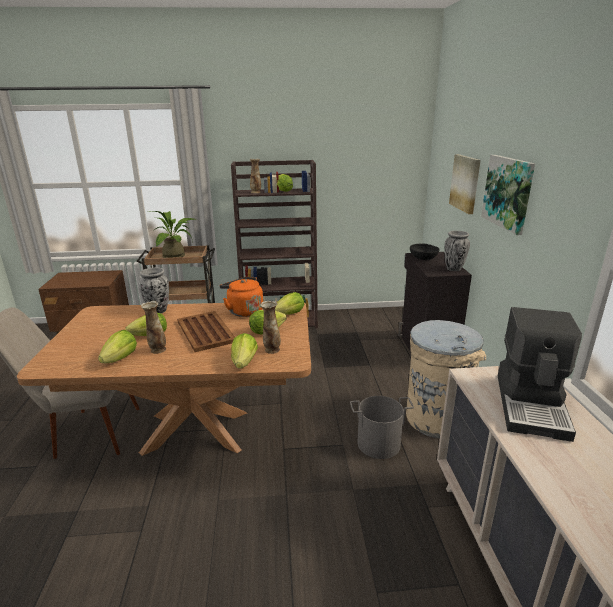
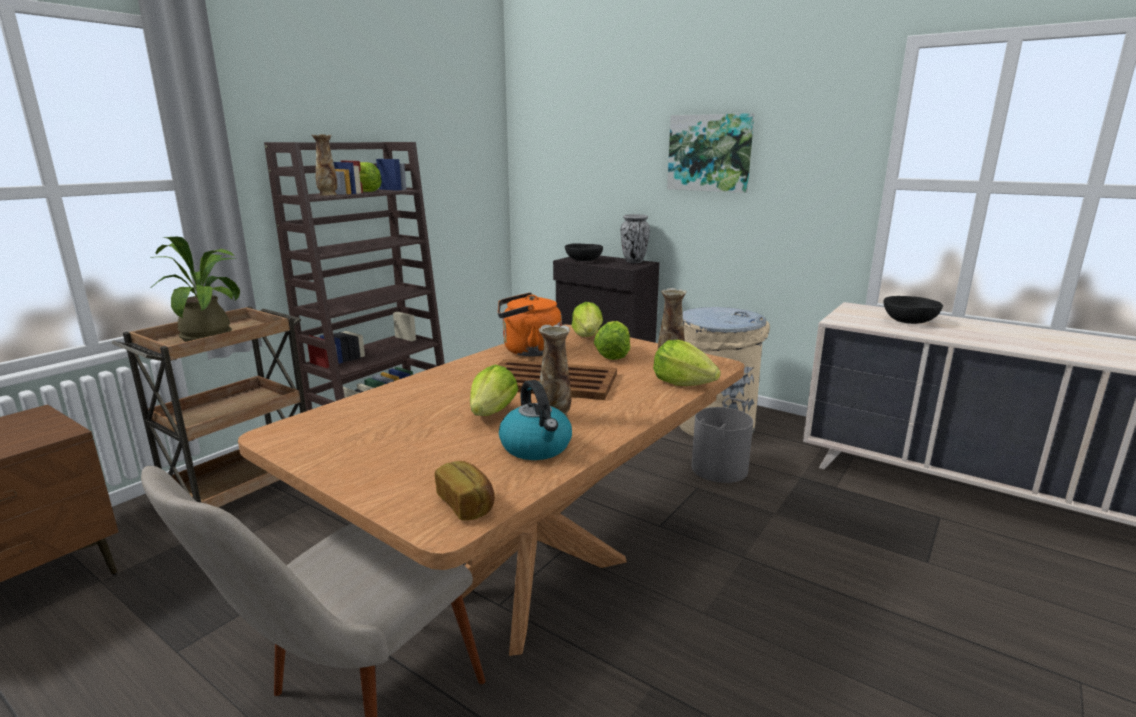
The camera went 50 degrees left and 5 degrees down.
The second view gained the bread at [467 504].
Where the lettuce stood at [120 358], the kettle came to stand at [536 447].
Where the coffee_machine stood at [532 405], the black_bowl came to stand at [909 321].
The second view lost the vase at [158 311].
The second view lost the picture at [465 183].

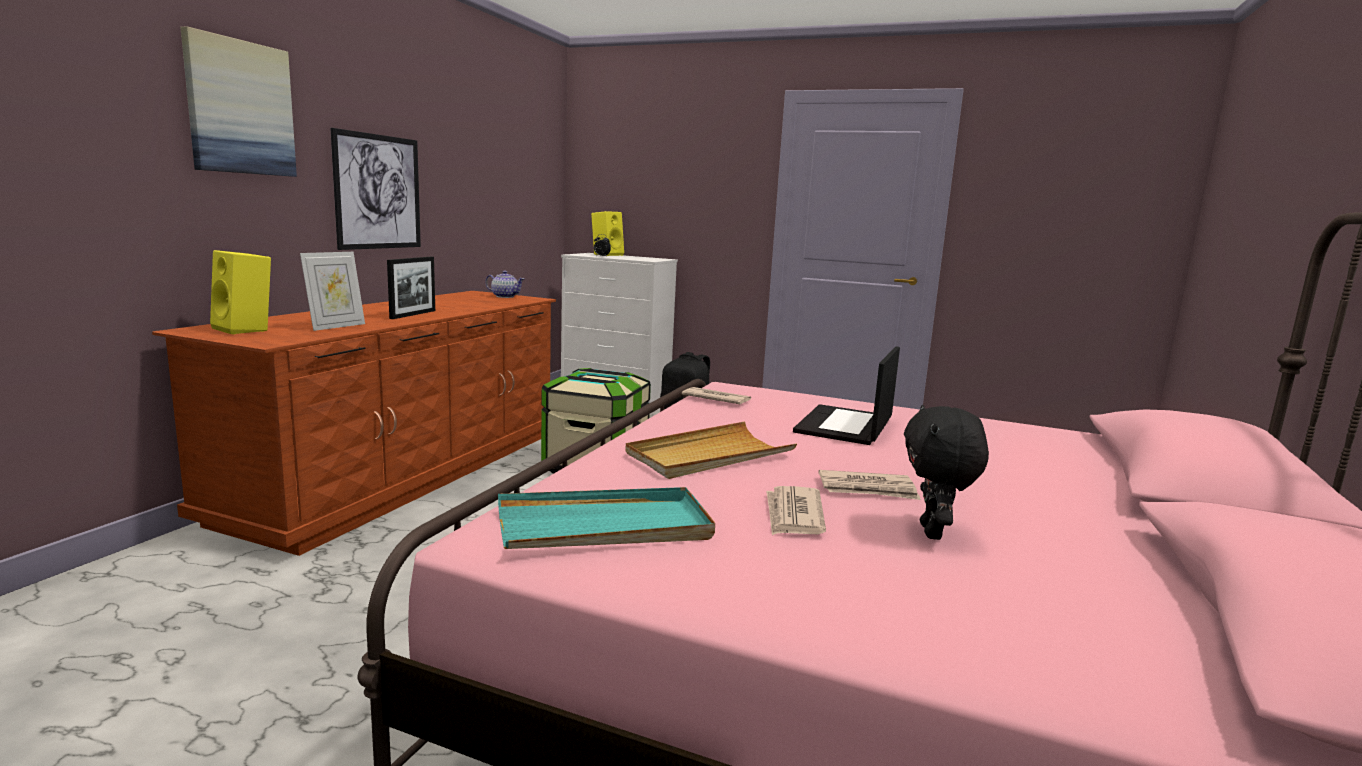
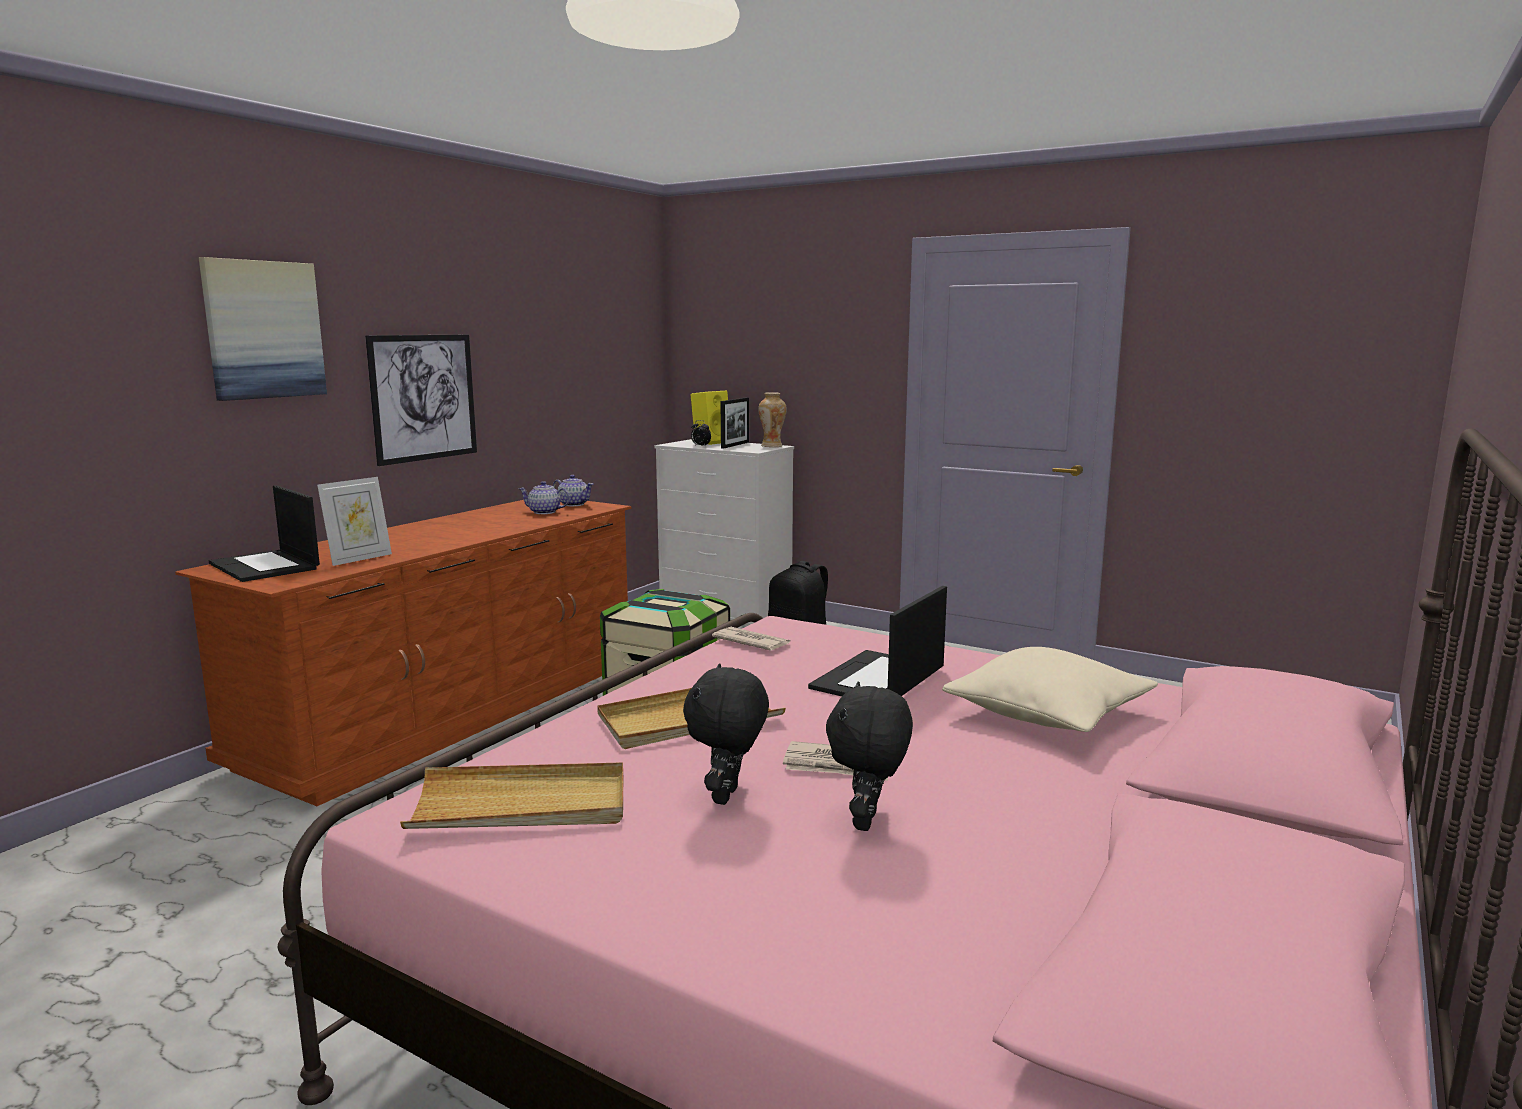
The camera went 10 degrees right and 0 degrees up.
Where the yellow_speaker stood at [246 329], the laptop came to stand at [266 566].
What was the turquoise_tray at [605 527] turned into the beige_tray at [521 805].
The second view gained the teapot at [545 512].
Where the newspaper stood at [793 515], the black_plush_toy came to stand at [728 797].
The picture_frame ended up elsewhere, having gone from [413 314] to [735 445].
The second view gained the vase at [772 446].
The second view gained the beige_pillow at [1048 714].

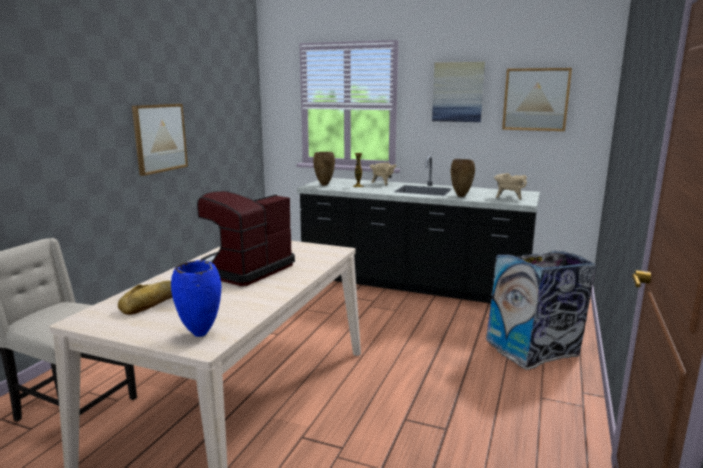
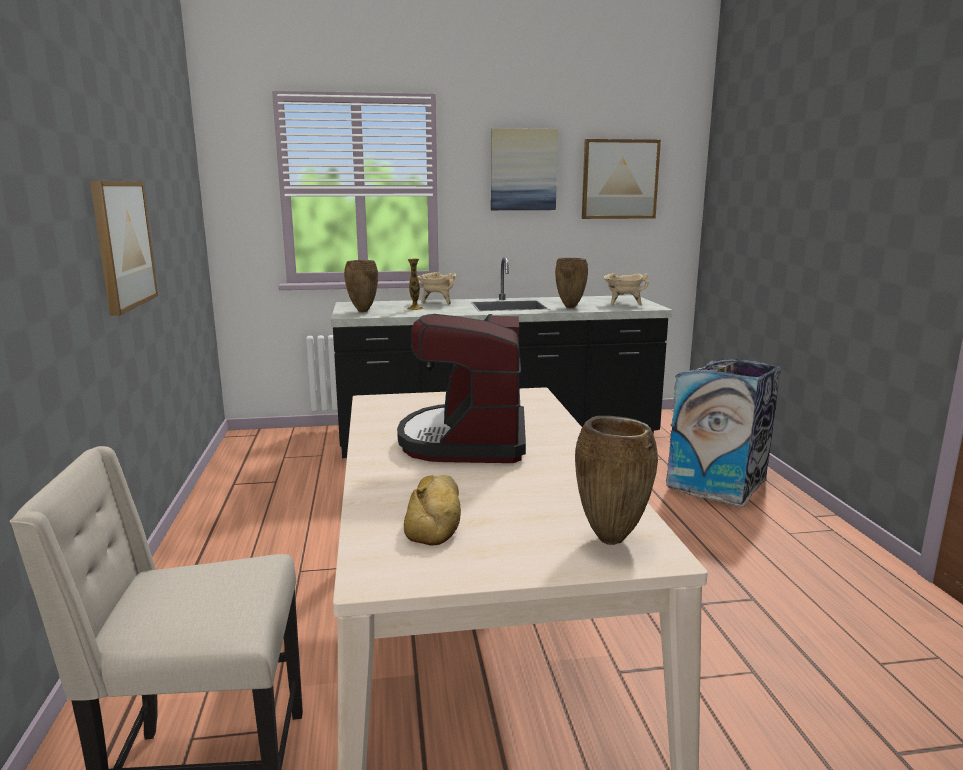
The camera went 30 degrees left and 0 degrees up.
What was the blue_vase at [201 334] turned into the brown_vase at [612 540].

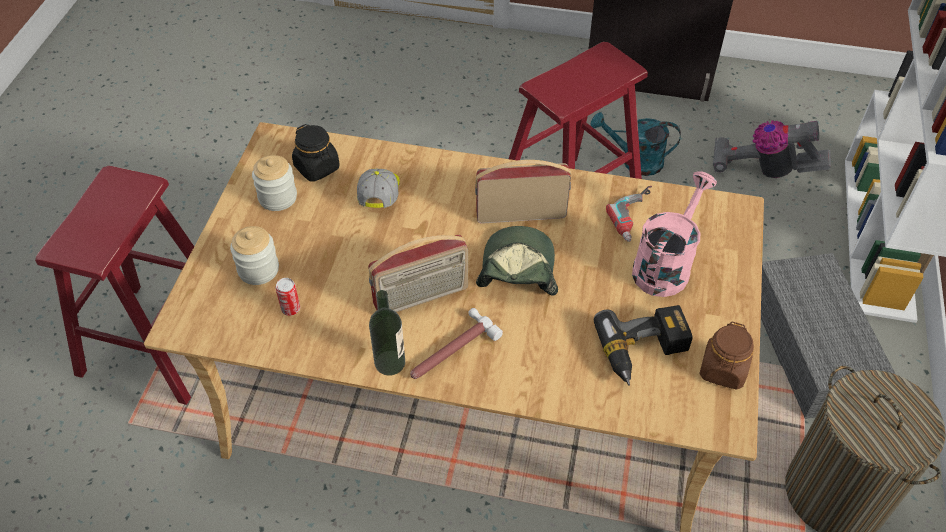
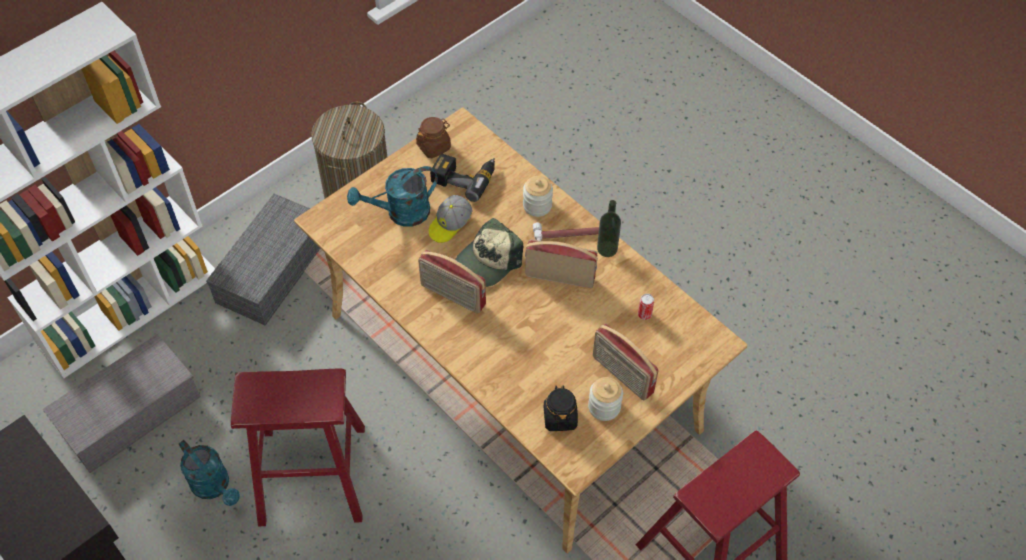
The camera went 145 degrees left and 5 degrees up.
Where the vacuum_cleaner stood at [764 169], the grey_storage_box came to stand at [130 411].
What was the pink_watering_can at [665 265] turned into the turquoise_watering_can at [401 213].
The cap ended up elsewhere, having gone from [380 195] to [450 225].
The jar ended up elsewhere, having gone from [258 269] to [537 205].
The second view gained the radio at [621 375].
The second view lost the power_drill at [637 217].

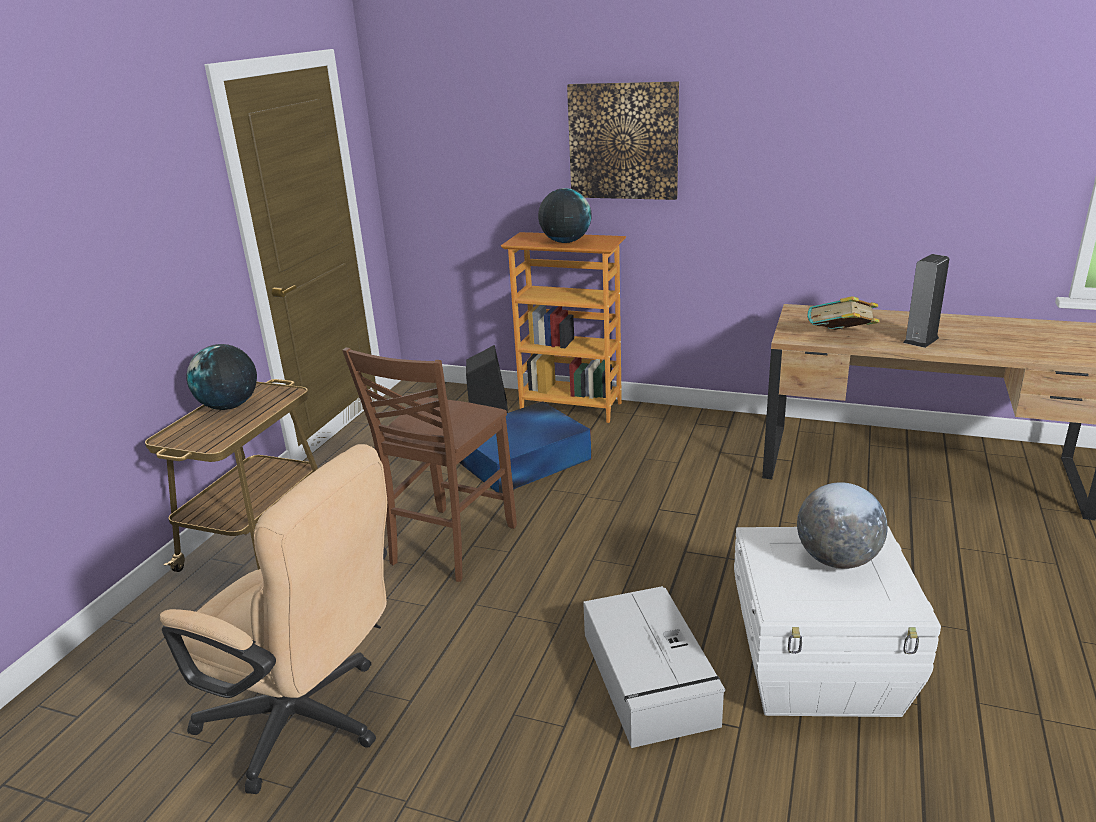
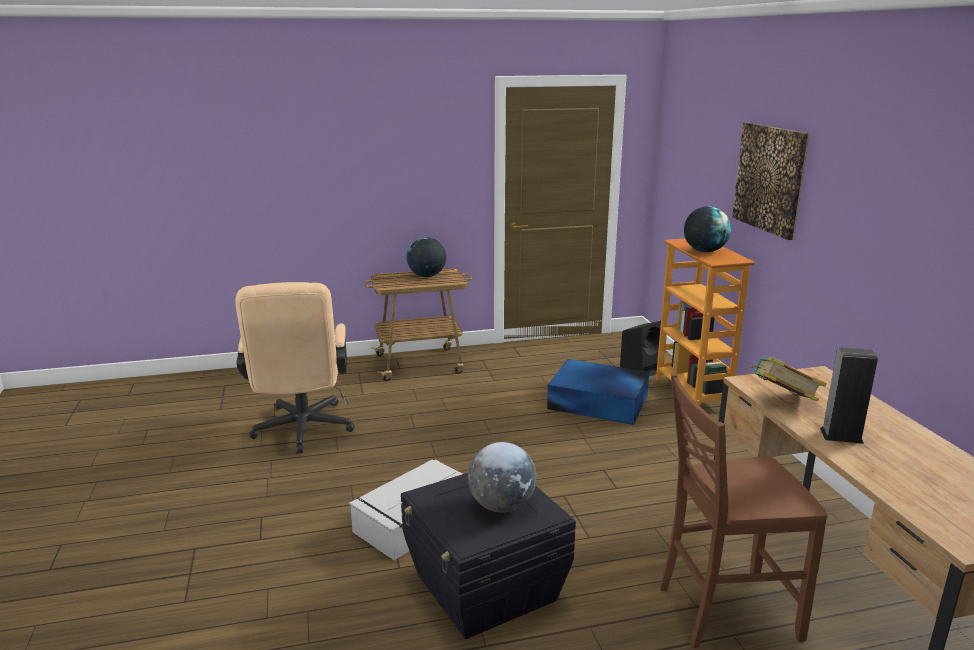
The camera went 55 degrees right and 5 degrees down.
What was the white_storage_box at [820 669] turned into the black_storage_box at [485 588].
The brown_chair ended up elsewhere, having gone from [450 545] to [724 610].

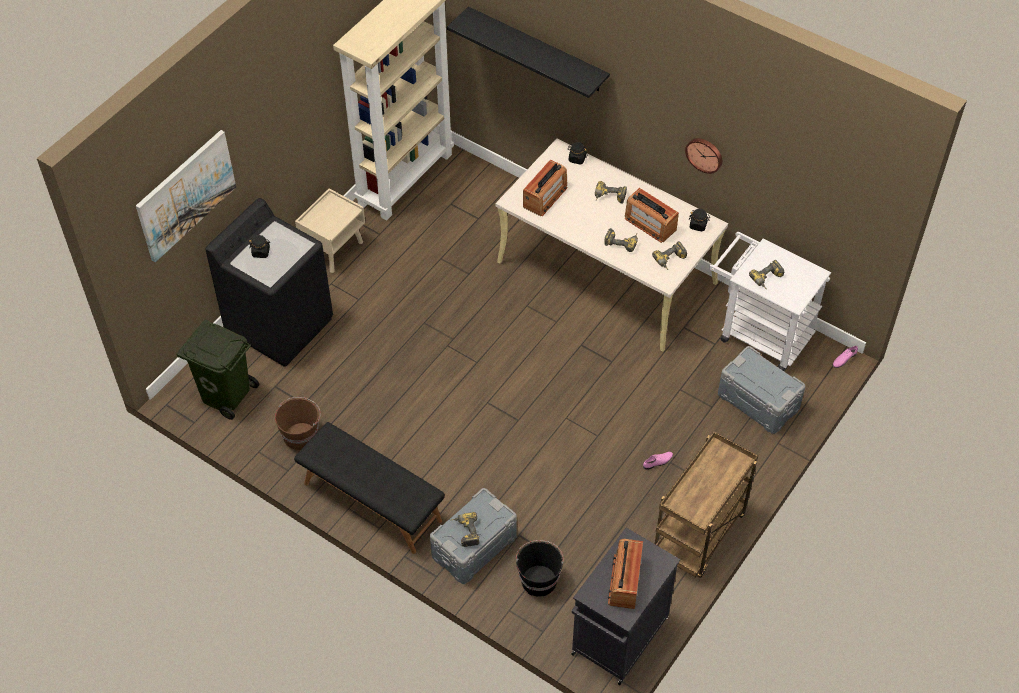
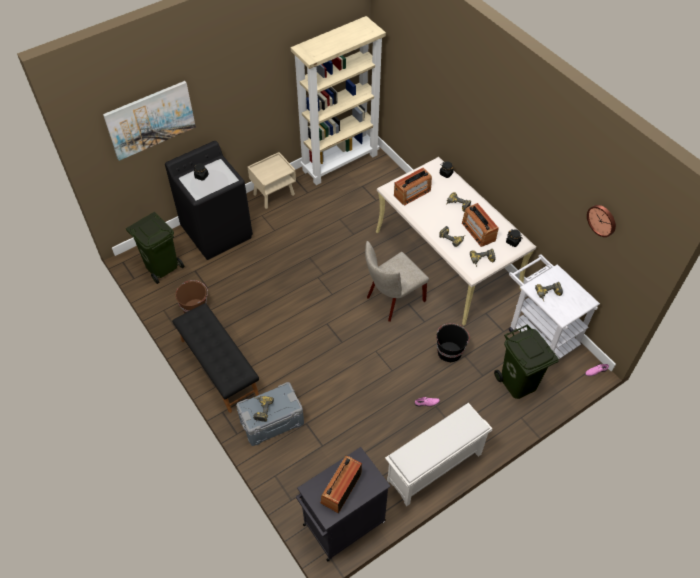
The camera went 20 degrees right and 0 degrees up.
The second view gained the beige_chair at [392 300].
Where the brown_cart stood at [699 536], the white_shoe_rack came to stand at [434 468].
The black_bucket ended up elsewhere, having gone from [538 580] to [449 351].
Where the grey_storage_box stood at [757 402], the green_trash_can came to stand at [518 383].
The wall_clock ended up elsewhere, having gone from [705 154] to [602 220].
The second view lost the black_shelf at [537 50].

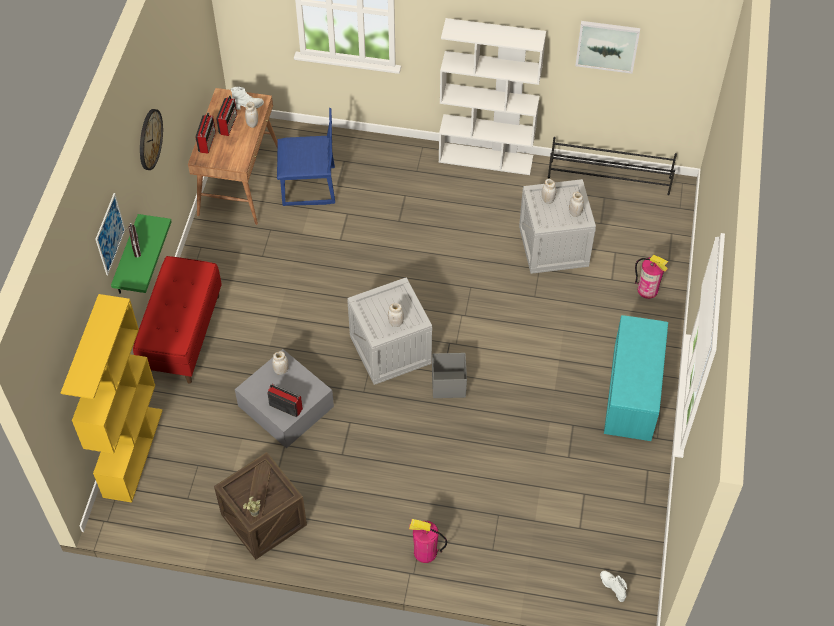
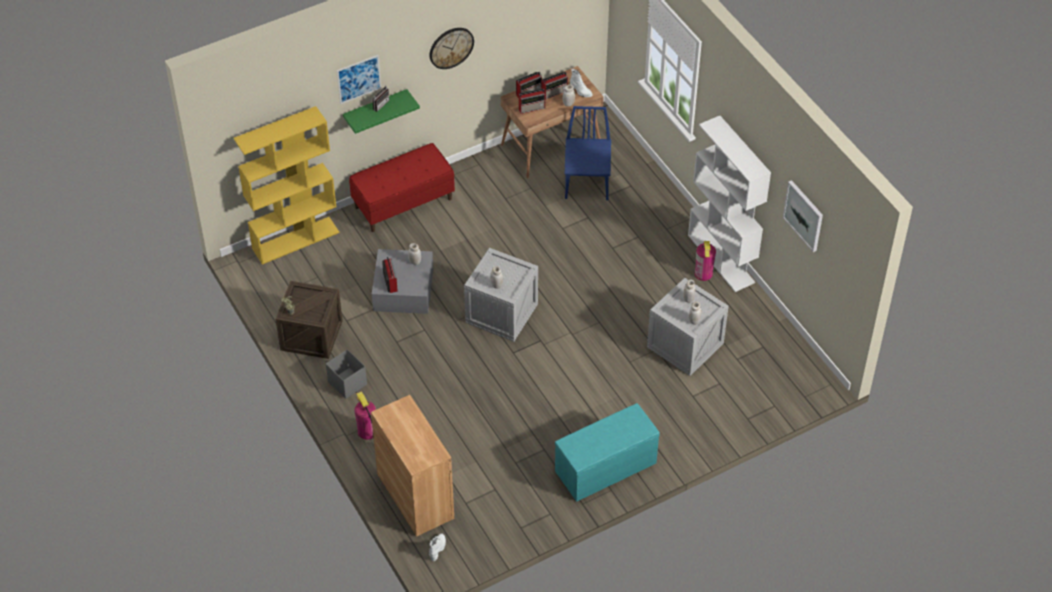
The camera went 50 degrees right and 5 degrees down.
The grey_storage_box ended up elsewhere, having gone from [448 384] to [347 383].
The second view gained the brown_cabinet at [415 496].
The second view gained the radio at [532 108].
The blue_chair at [308 187] ended up facing another way, 135 degrees counterclockwise from before.
The fire_extinguisher ended up elsewhere, having gone from [647 290] to [703 274].
The second view lost the black_shoe_rack at [610 178].

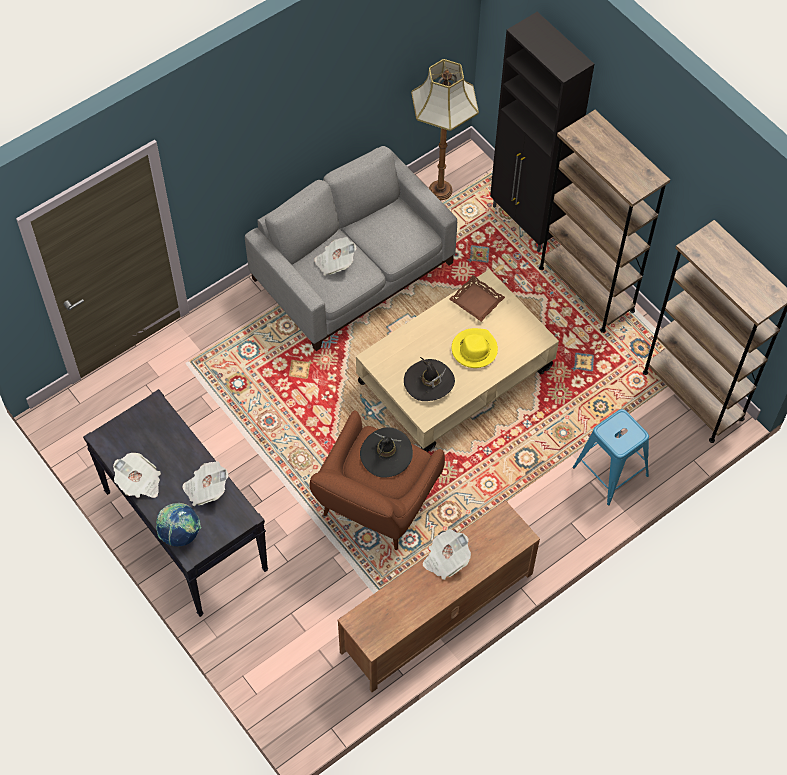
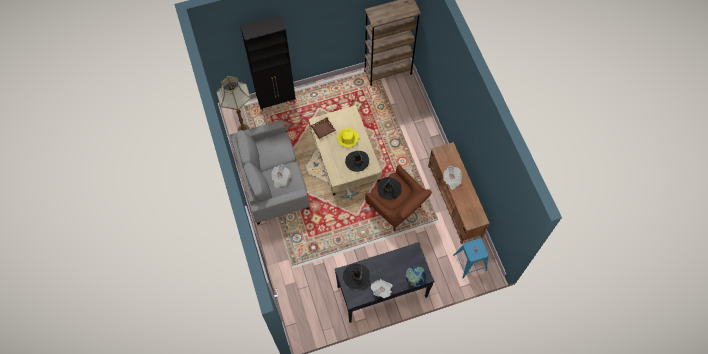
The camera went 70 degrees left and 5 degrees up.
The second view gained the black_hat at [356 276].
The blue_stool ended up elsewhere, having gone from [610 471] to [469 262].
The second view lost the newspaper at [206 489].
The second view lost the brown_bookcase at [586 289].

